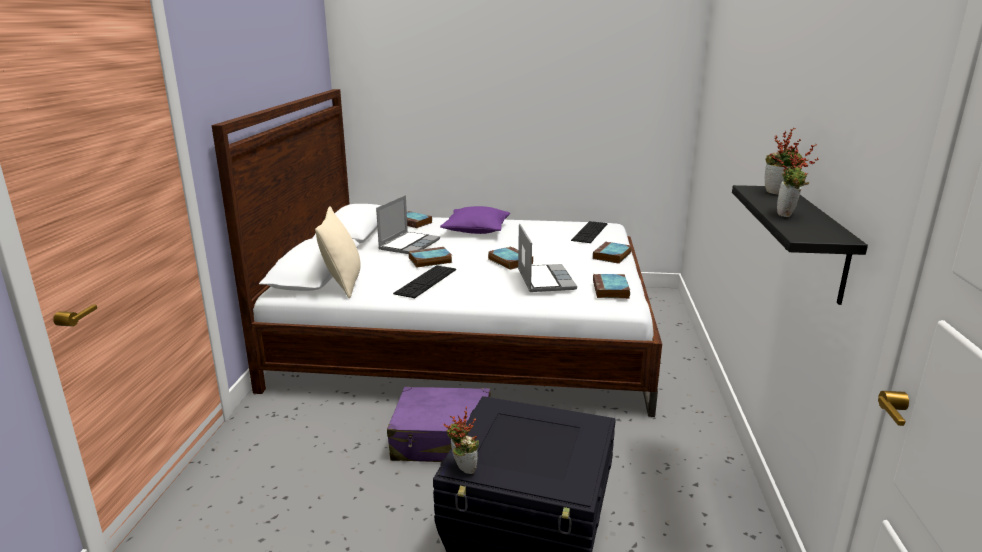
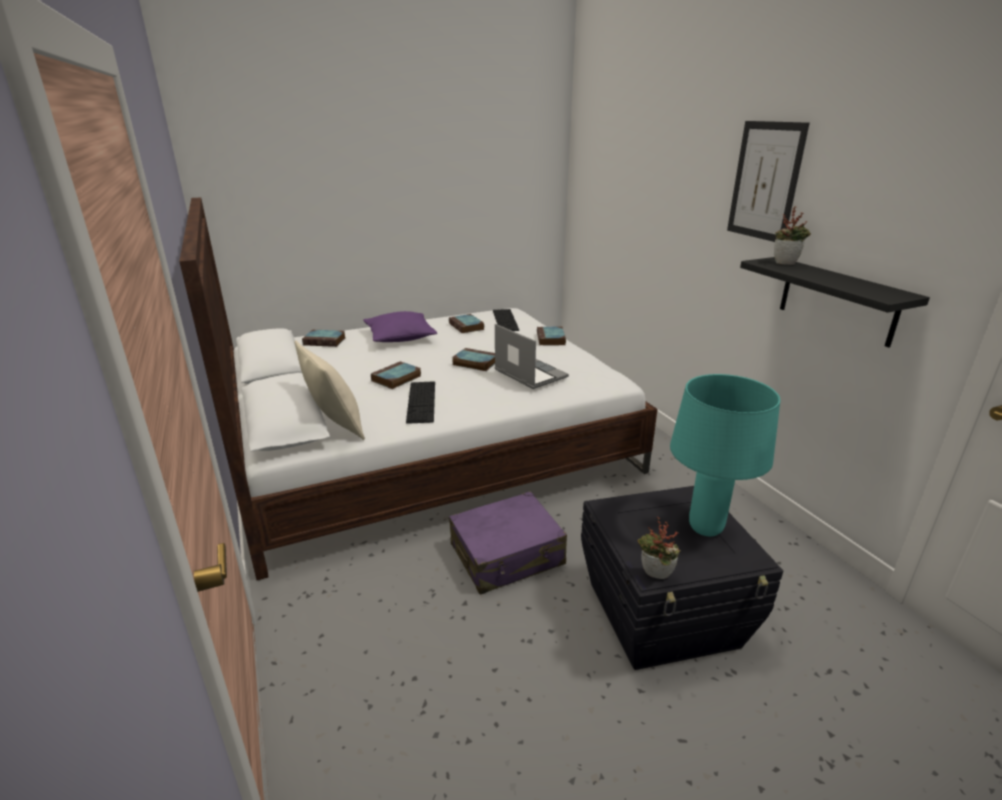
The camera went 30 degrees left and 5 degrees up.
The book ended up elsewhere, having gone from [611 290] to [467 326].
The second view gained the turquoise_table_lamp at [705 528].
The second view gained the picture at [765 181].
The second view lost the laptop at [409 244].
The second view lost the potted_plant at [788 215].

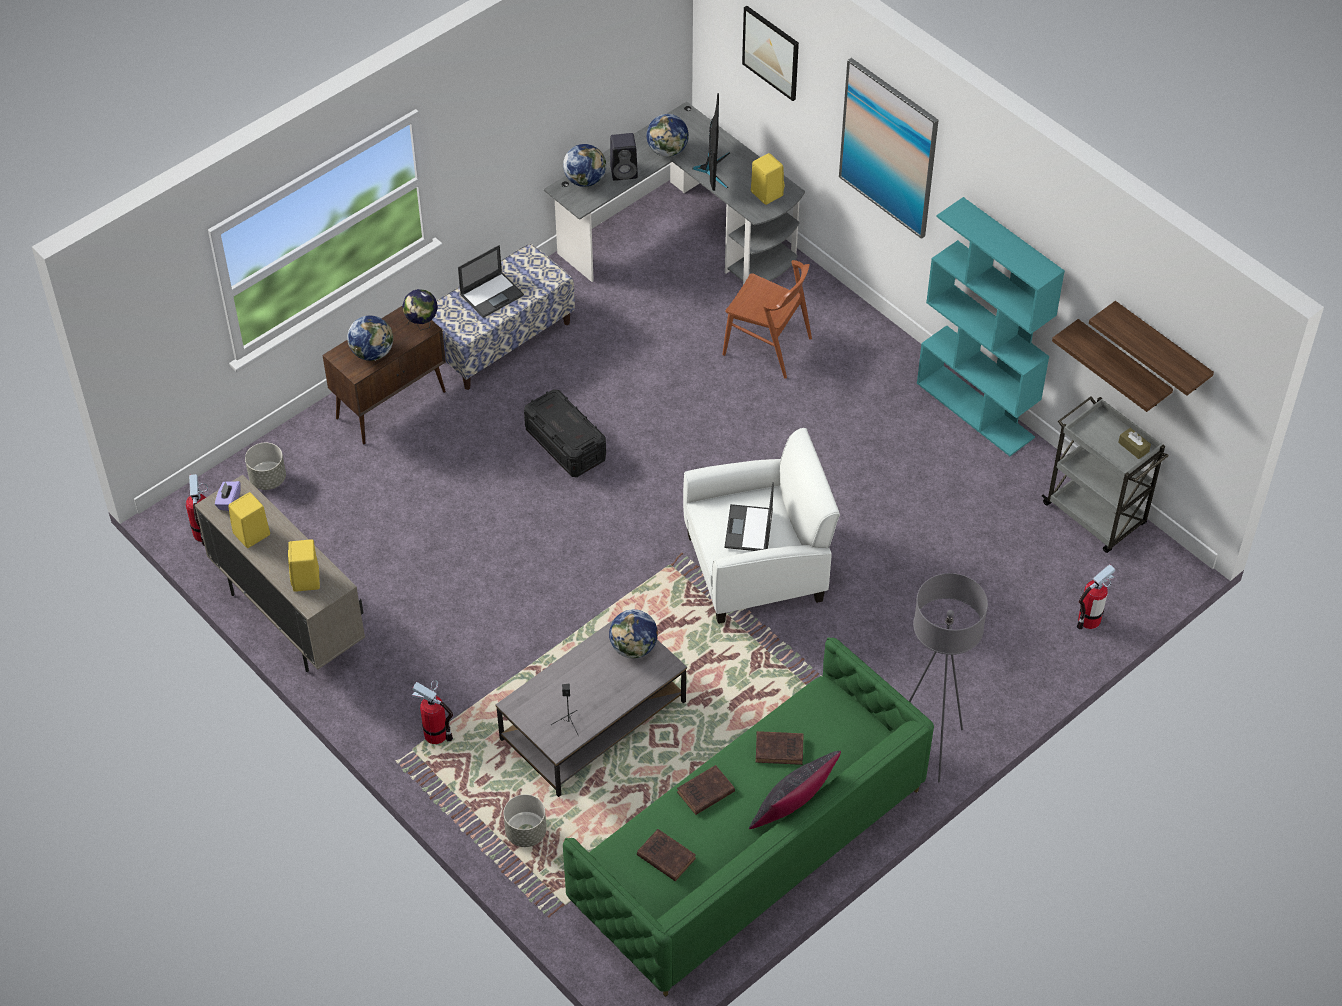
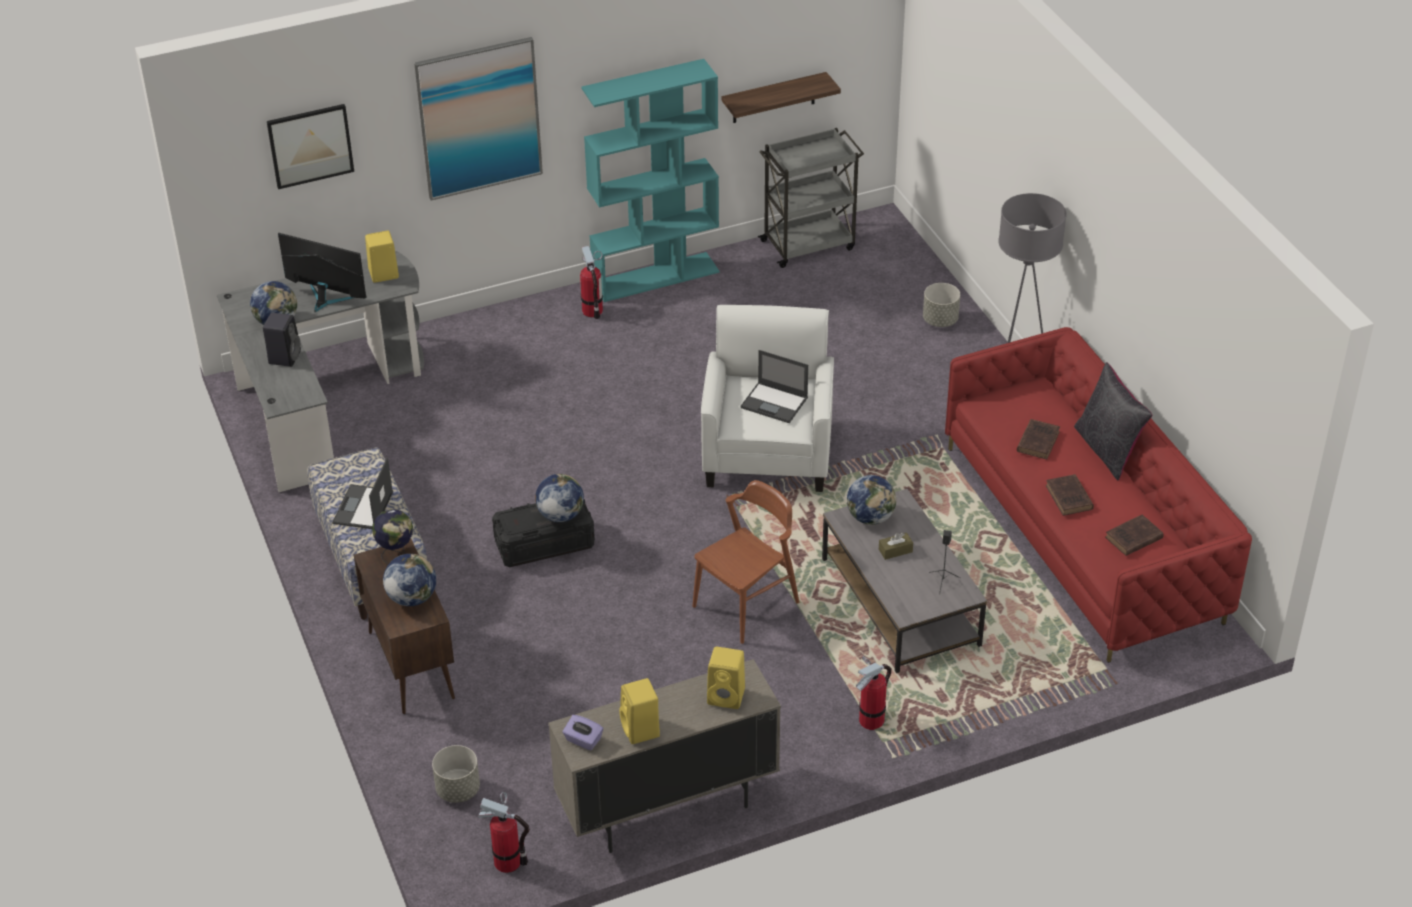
The camera went 70 degrees left and 10 degrees down.
The laptop at [492 294] ended up facing another way, 150 degrees counterclockwise from before.
The globe ended up elsewhere, having gone from [585 180] to [560 515].
The fire_extinguisher ended up elsewhere, having gone from [1089 620] to [592 311].
The brown_chair ended up elsewhere, having gone from [767 346] to [746 604].
The brown_tissue_box ended up elsewhere, having gone from [1133 447] to [895 550].
The grey_planter ended up elsewhere, having gone from [526 832] to [940 320].
What was the green_sofa at [748 848] turned into the red_sofa at [1082 534].
The second view lost the shelf at [1161 348].

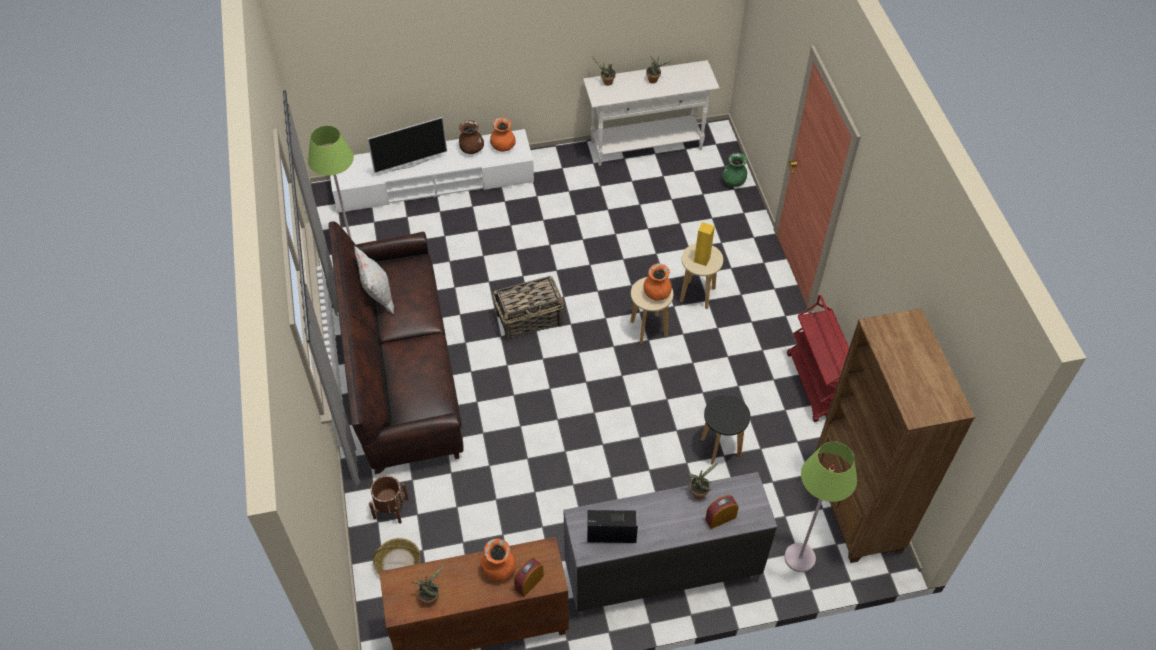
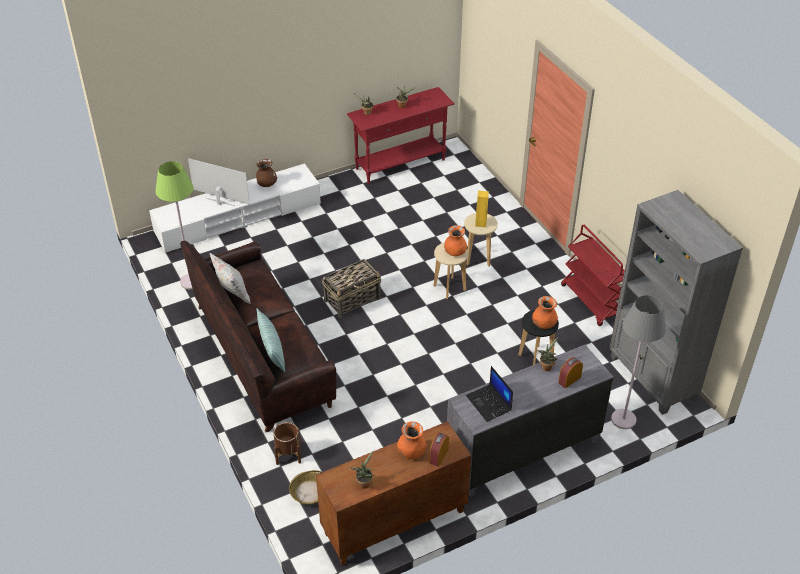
The camera went 15 degrees left and 10 degrees down.
The television at [410 164] ended up facing another way, 120 degrees counterclockwise from before.
The second view gained the pillow at [272 350].
What was the white_console_table at [647 146] turned into the red_console_table at [401 164].
The laptop at [610 528] ended up facing another way, 105 degrees counterclockwise from before.
The orange_vase ended up elsewhere, having gone from [503 147] to [544 324].
What was the brown_bookcase at [856 509] turned into the grey_bookcase at [652 378].
What was the green_floor_lamp at [799 558] turned into the grey_floor_lamp at [623 419].
The second view lost the green_vase at [733 182].

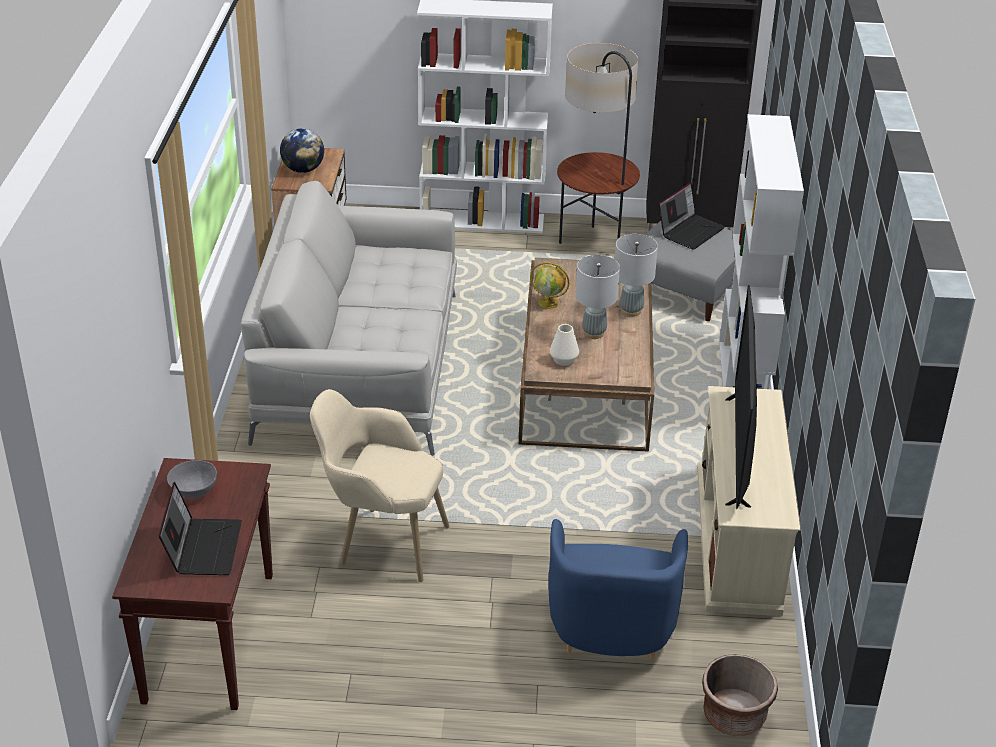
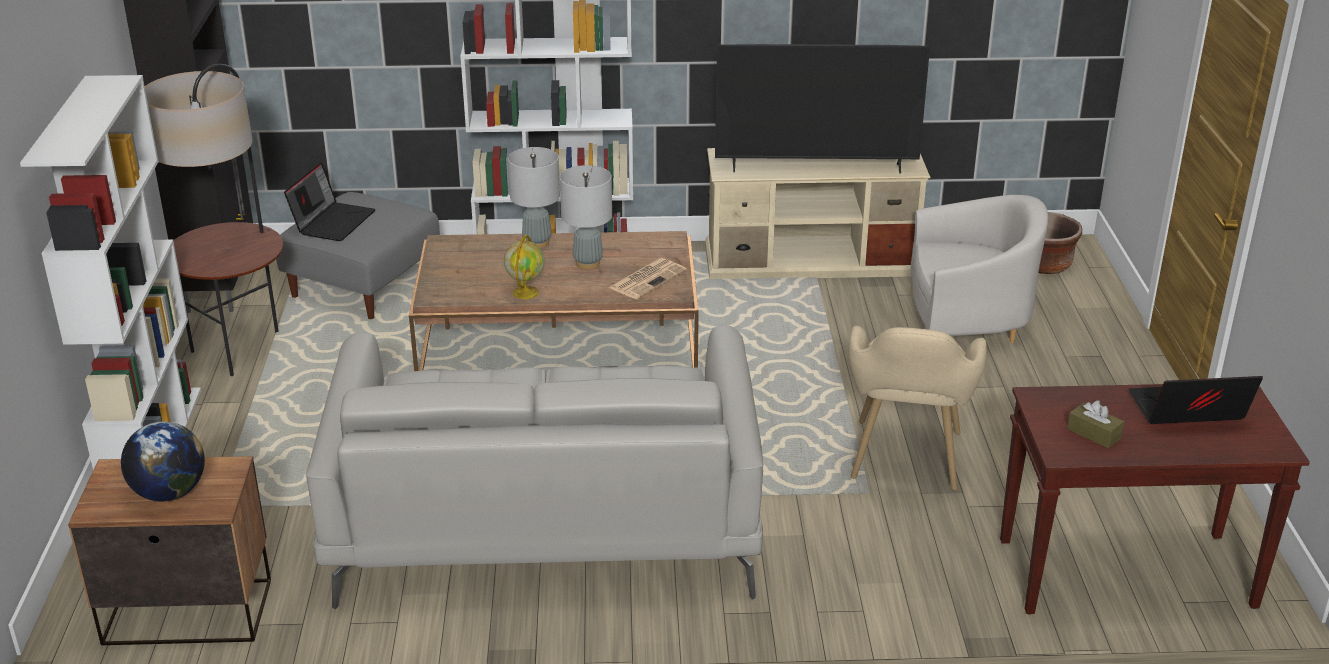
The camera went 95 degrees left and 5 degrees down.
The laptop at [690 231] ended up facing another way, 75 degrees clockwise from before.
Where the white_vase stood at [564 360], the newspaper came to stand at [647 279].
What was the blue_armchair at [612 627] turned into the white_armchair at [967 321].
Where the grey_bowl stood at [193 490], the brown_tissue_box came to stand at [1094 433].

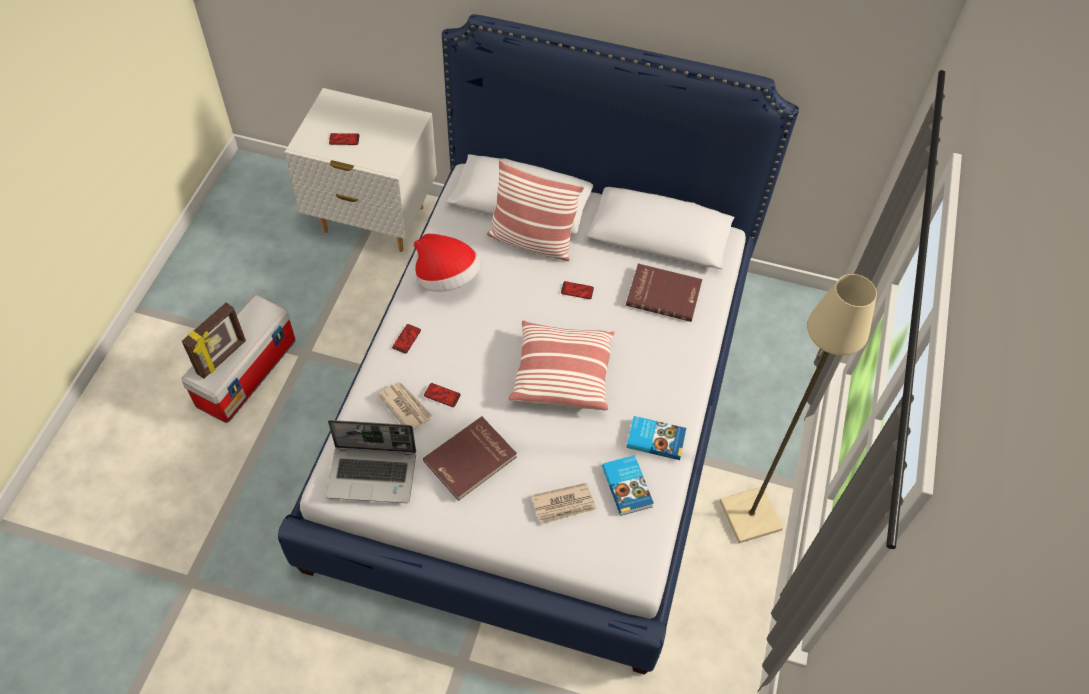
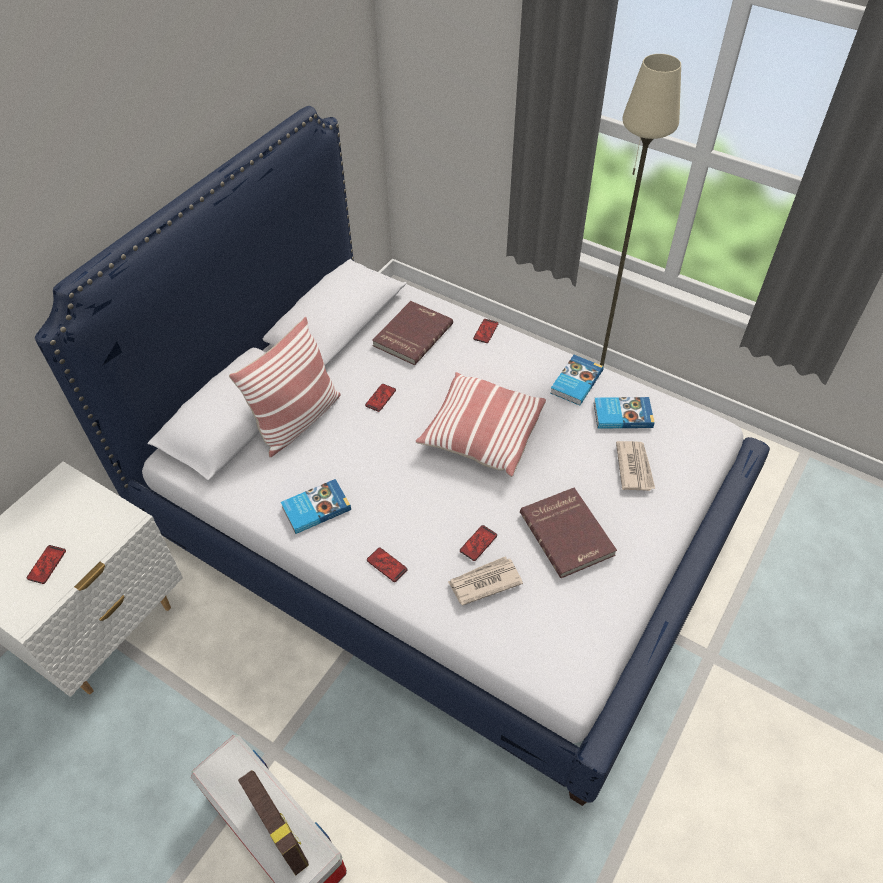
The camera went 70 degrees left and 5 degrees down.
Where the hat stood at [447 278], the book came to stand at [315 508].
The second view gained the phone at [485 331].
The second view lost the laptop at [373 474].

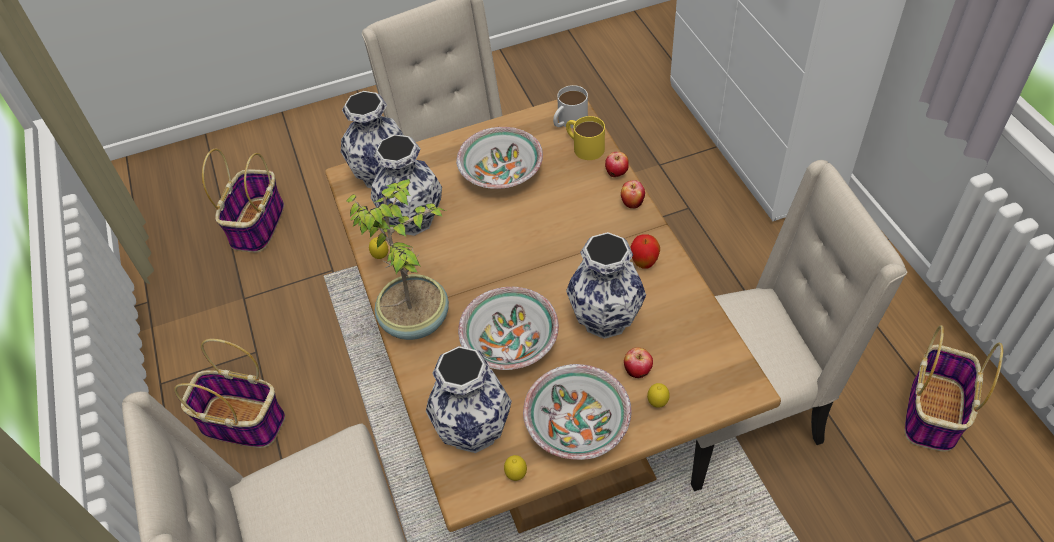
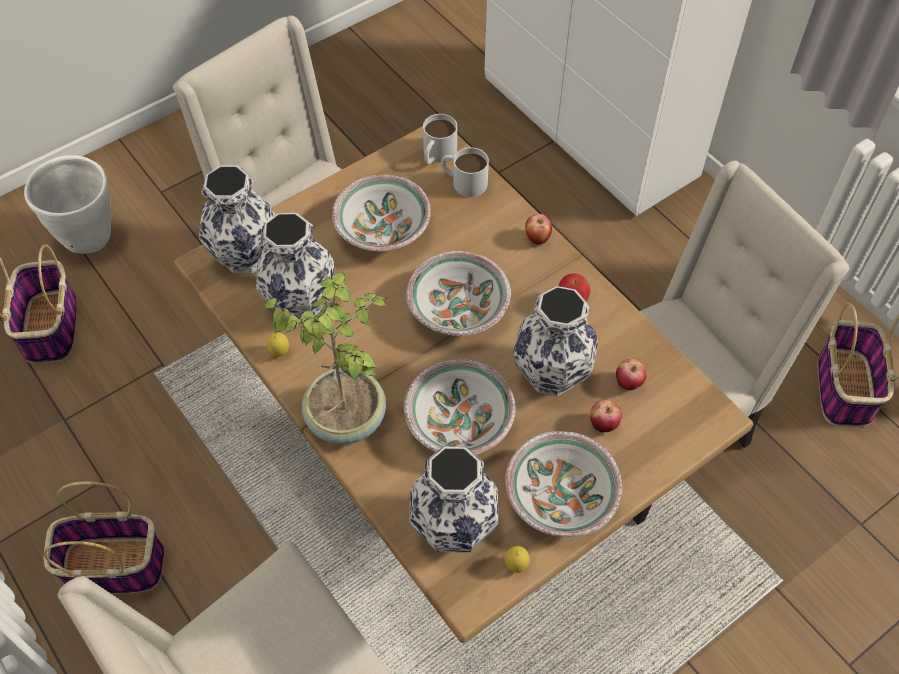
The camera went 20 degrees left and 5 degrees up.
The second view gained the white_planter at [89 238].
The second view gained the bowl at [457 309].
What was the yellow_mug at [584 146] turned into the white_mug at [463 181].
The apple ended up elsewhere, having gone from [616 174] to [628 383].
The second view lost the lemon at [657 403].

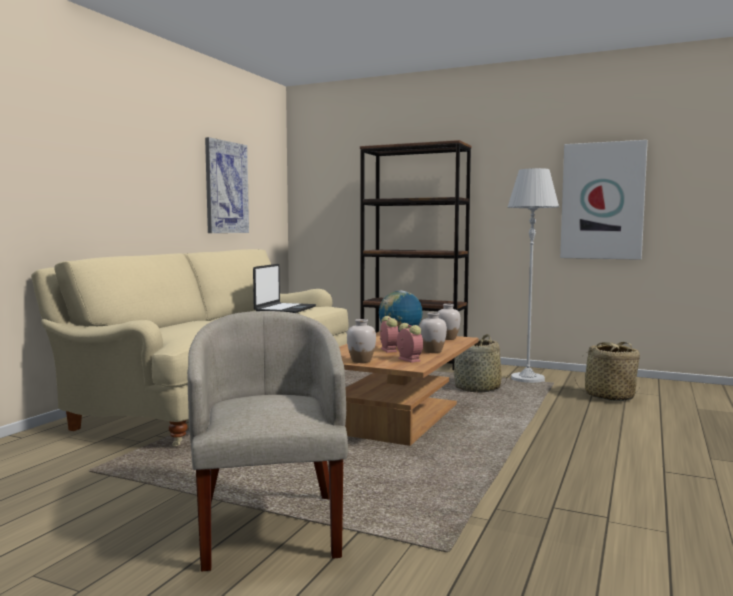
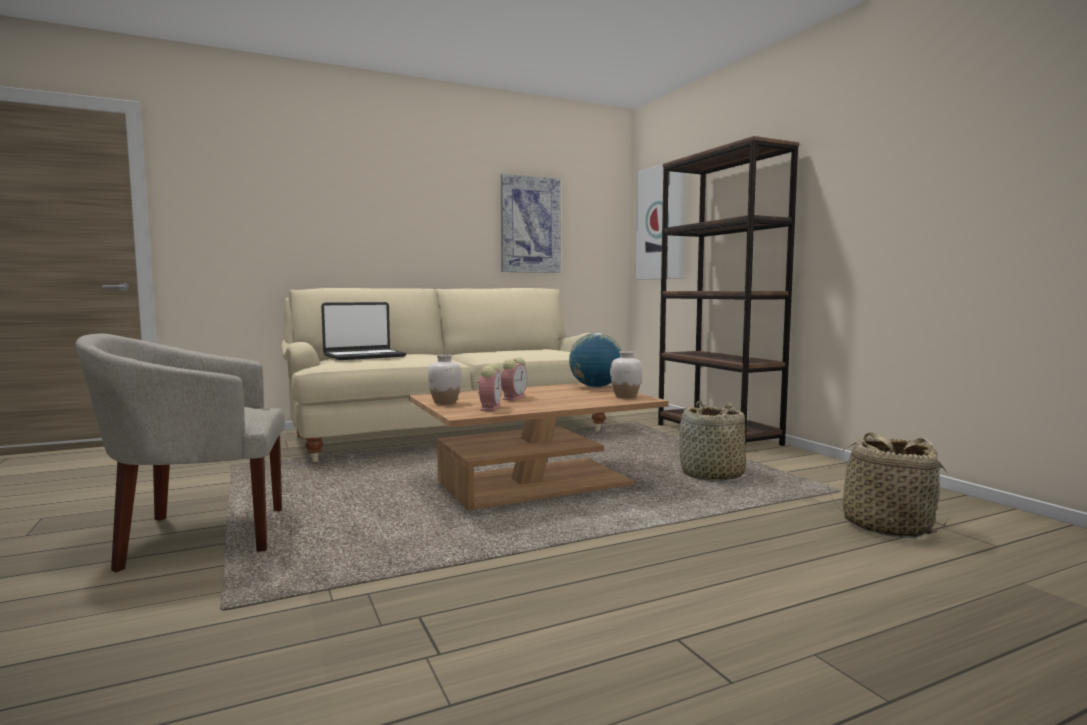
The camera went 40 degrees right and 0 degrees up.
The beige_armchair at [269 526] ended up facing another way, 135 degrees counterclockwise from before.
The laptop ended up elsewhere, having gone from [285 309] to [364 356].
The picture ended up elsewhere, having gone from [602 201] to [662 222].
The second view lost the white_vase at [432 351].
The second view lost the white_floor_lamp at [527 379].

